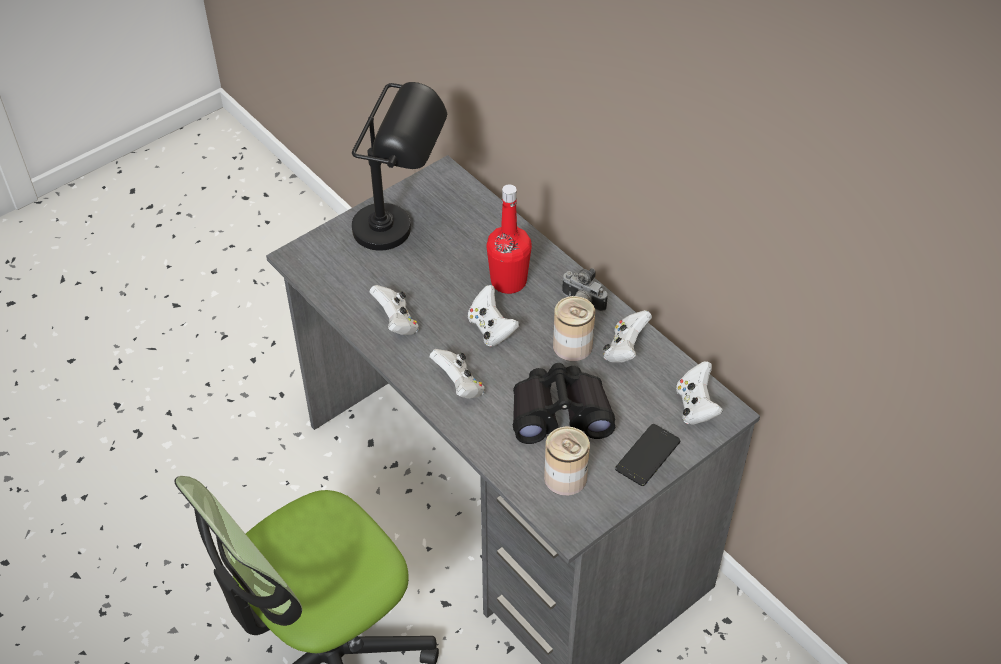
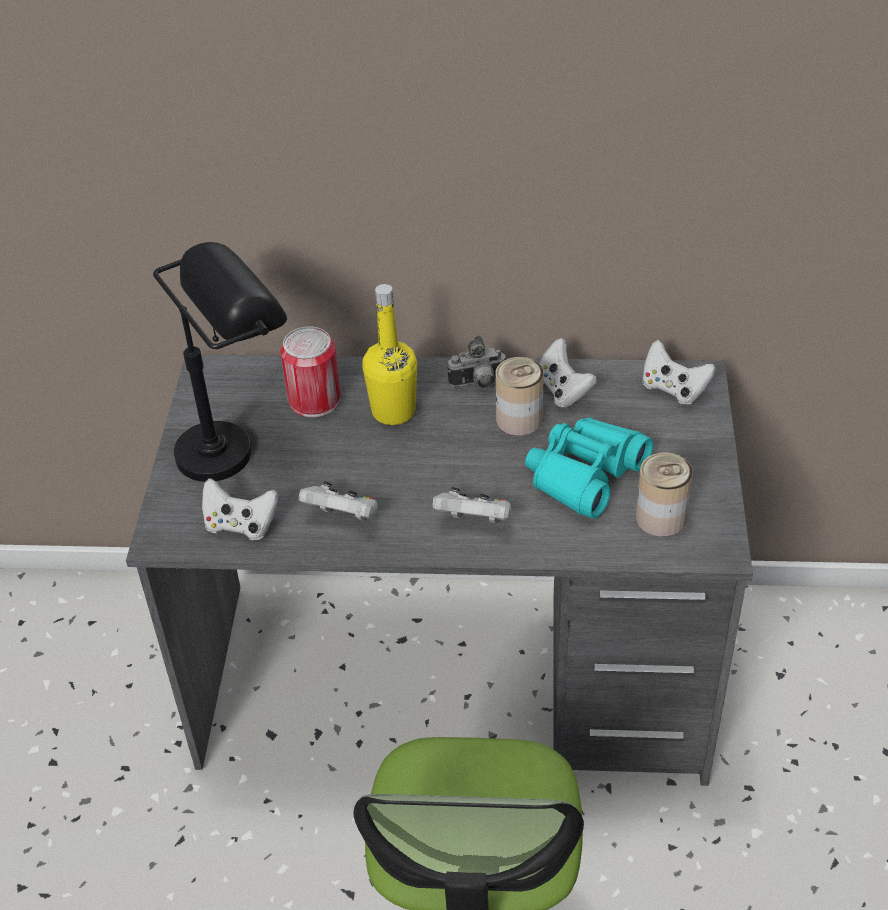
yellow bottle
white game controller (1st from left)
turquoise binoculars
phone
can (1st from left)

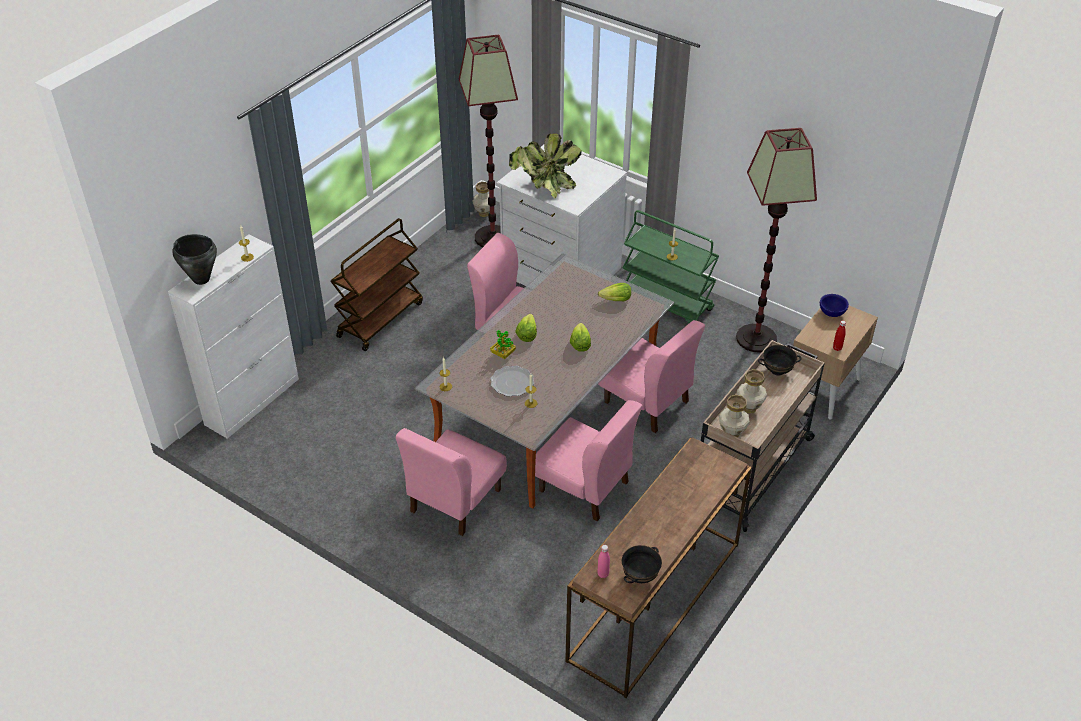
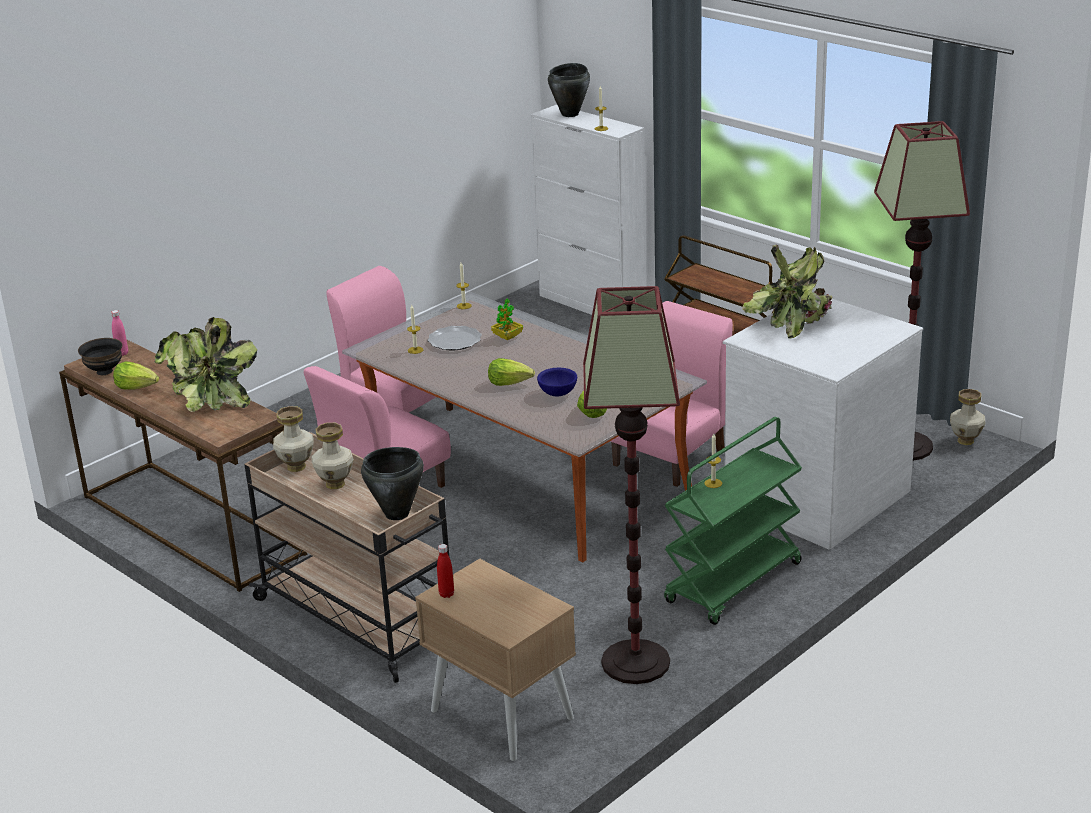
blue bowl
lettuce (1st from left)
pink chair (4th from left in the first image)
black cooking pot (1st from left)
potted plant (1st from left)

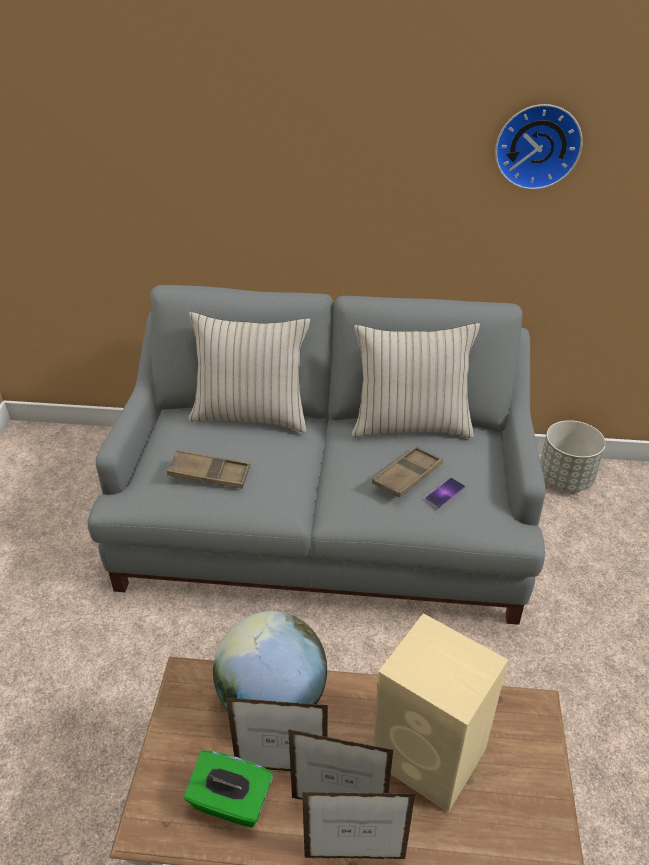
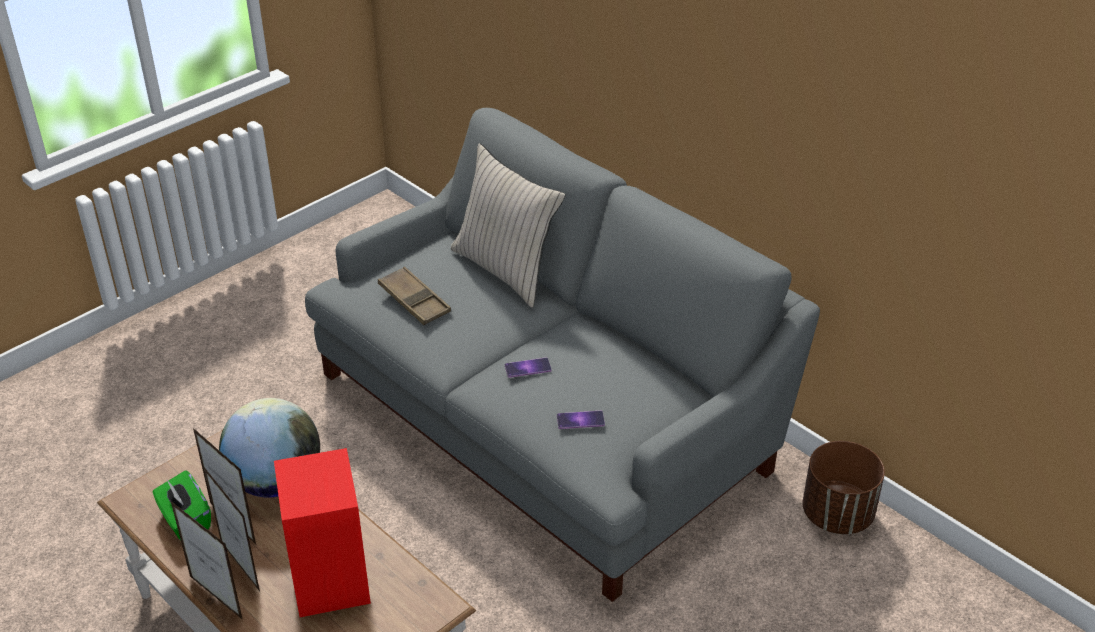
wall clock
beige pillow (2nd from left in the first image)
brown planter
brown tray (2nd from left in the first image)
red speaker
phone (1st from left)

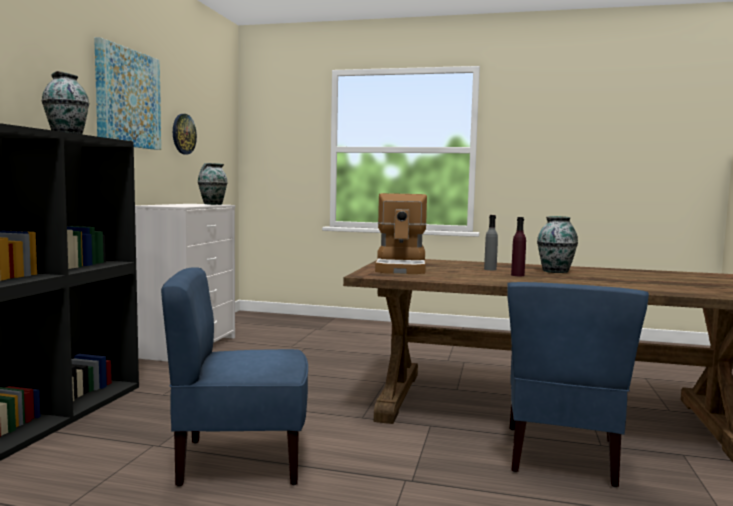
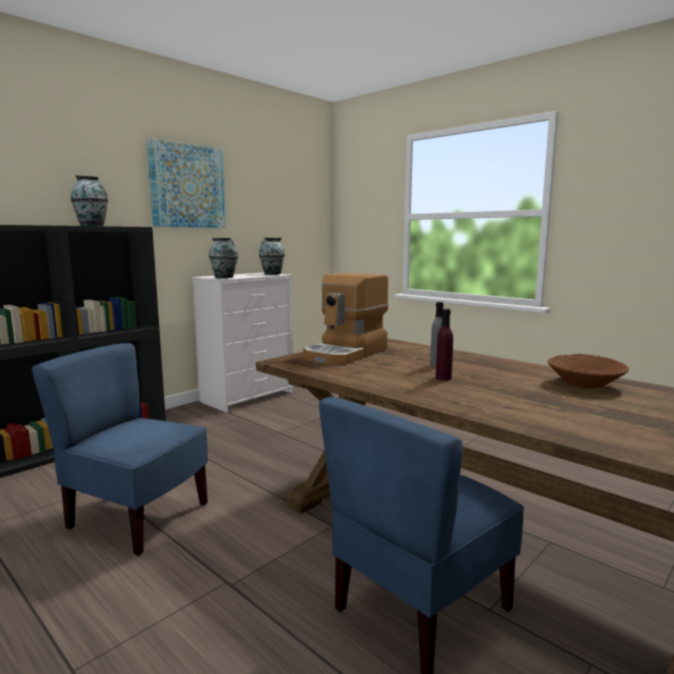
wall clock
vase (2nd from left)
brown bowl

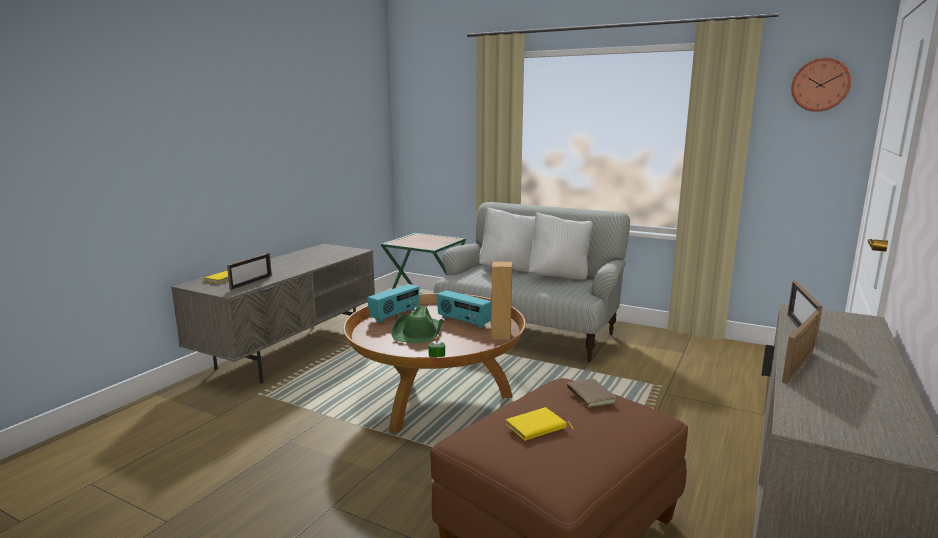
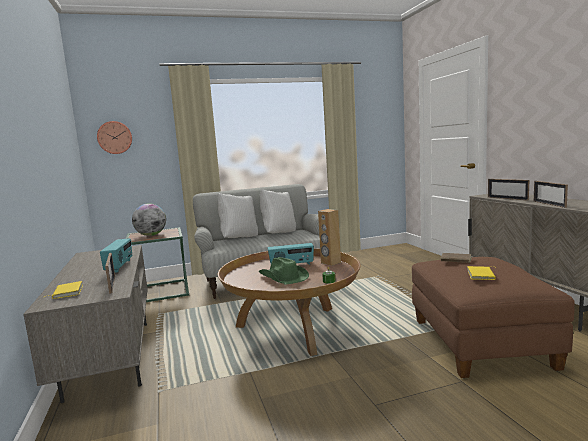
wall clock
radio (1st from left)
globe

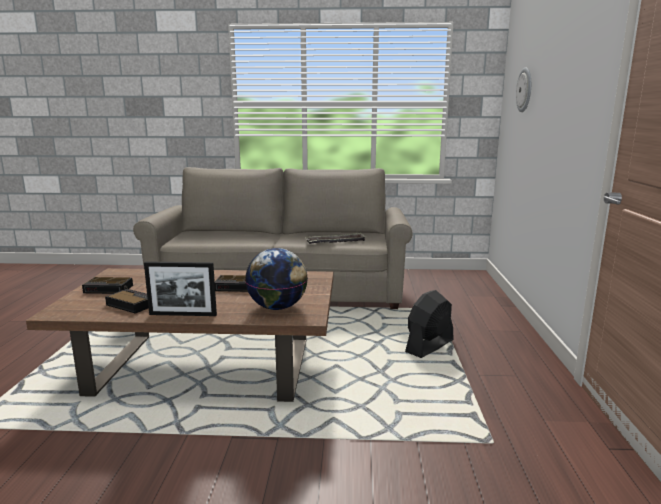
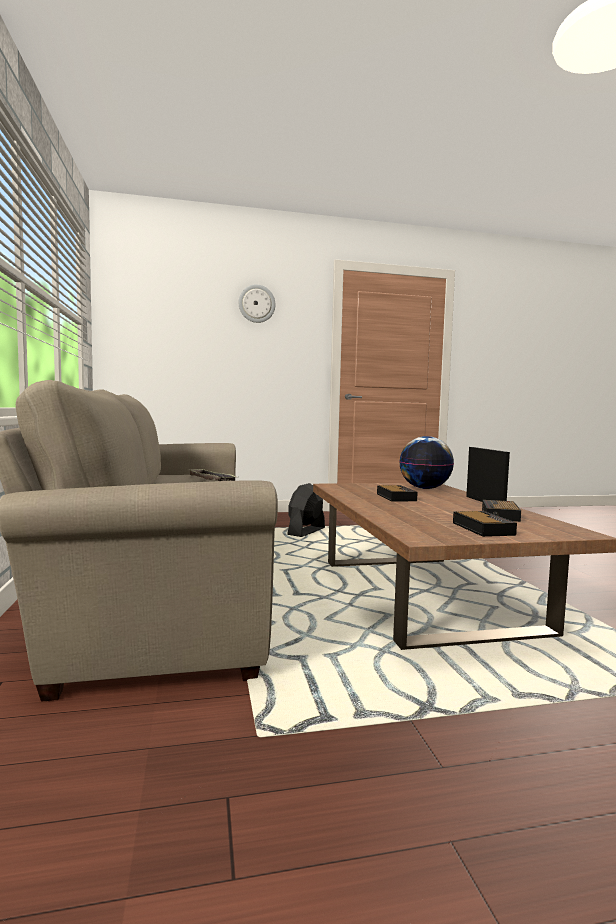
wall clock
black fan

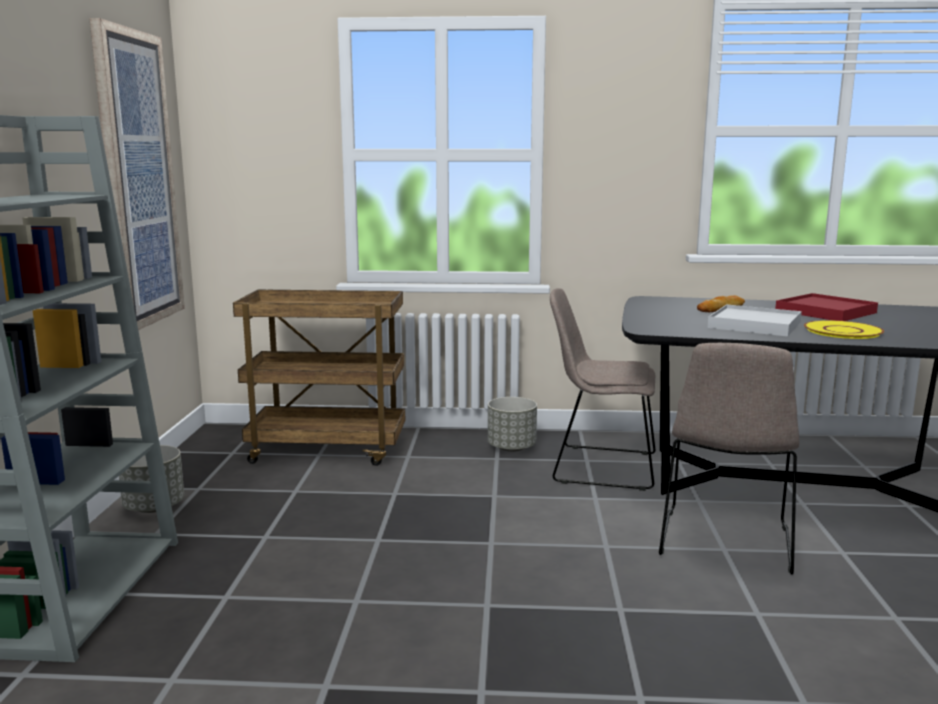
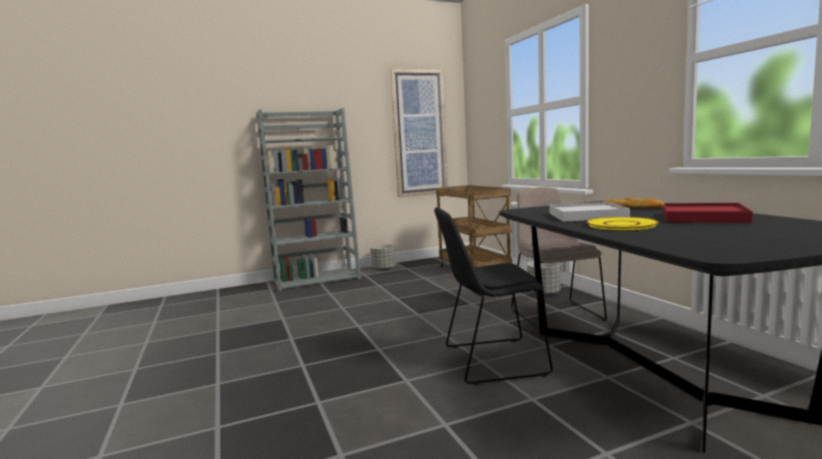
black chair

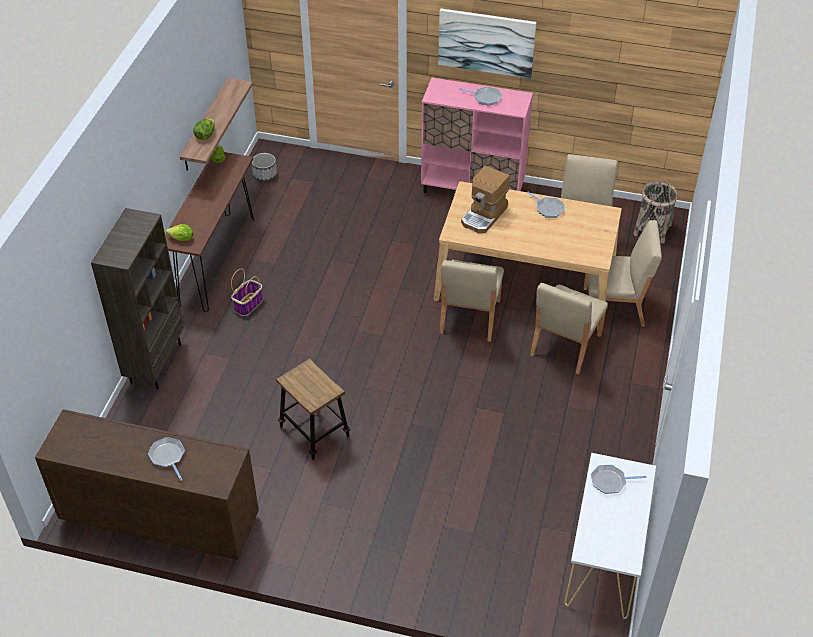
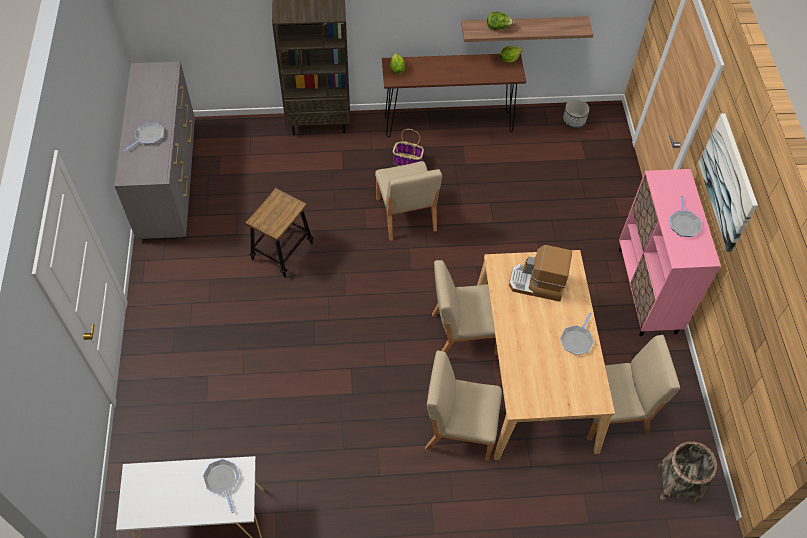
beige chair (1st from left)
grey dresser

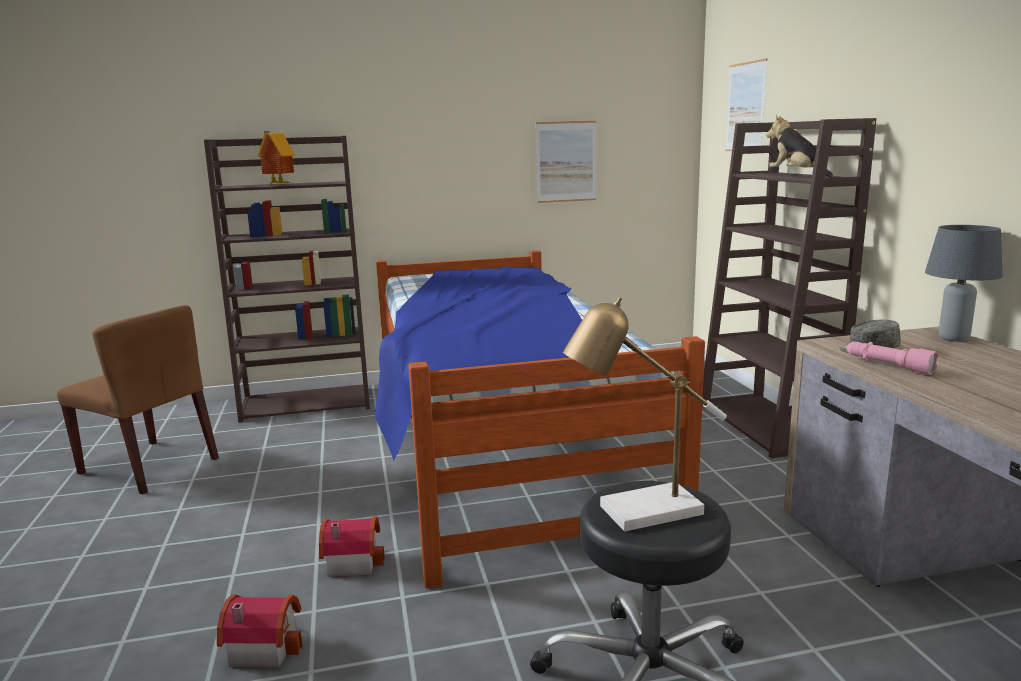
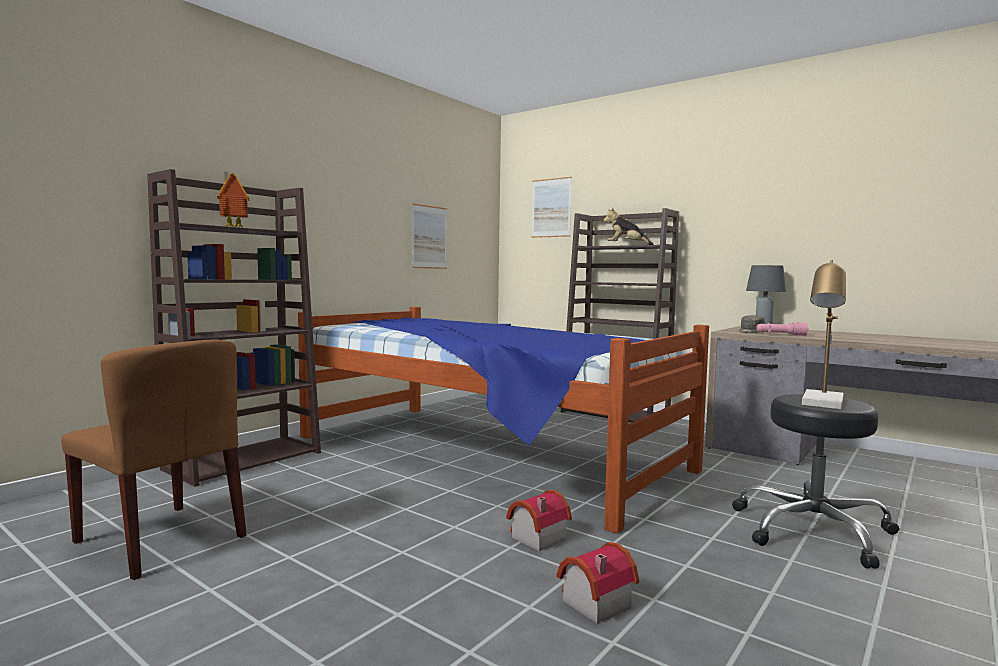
brown chair

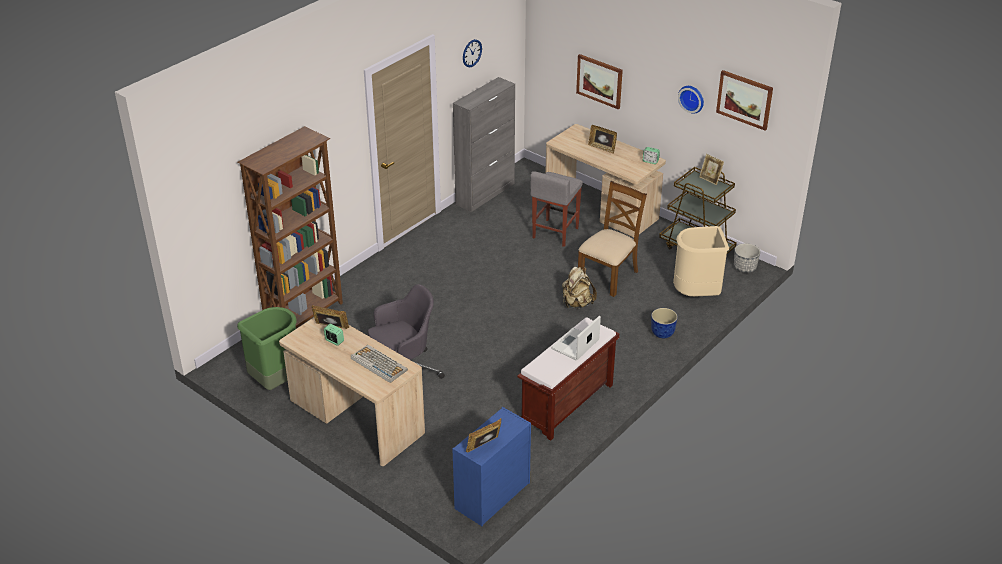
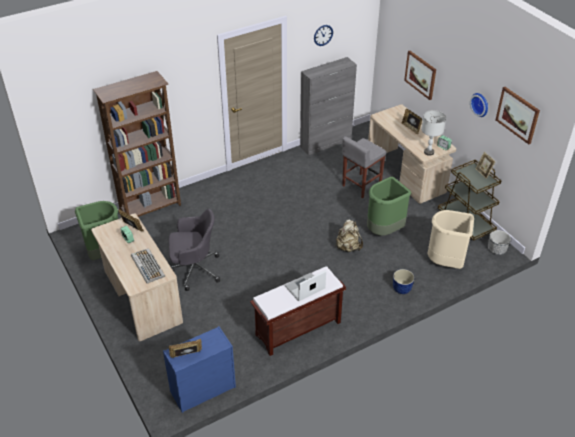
green trash can (2nd from left)
grey table lamp

